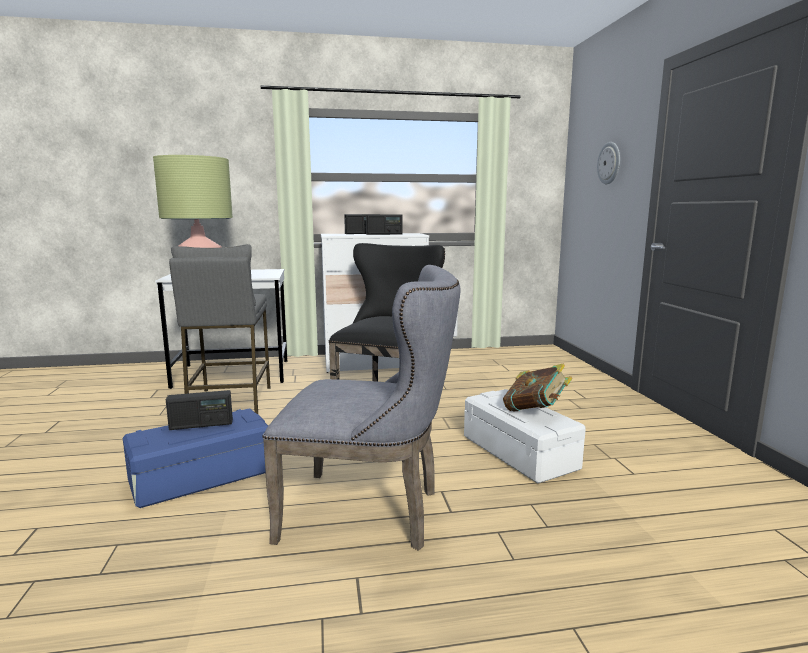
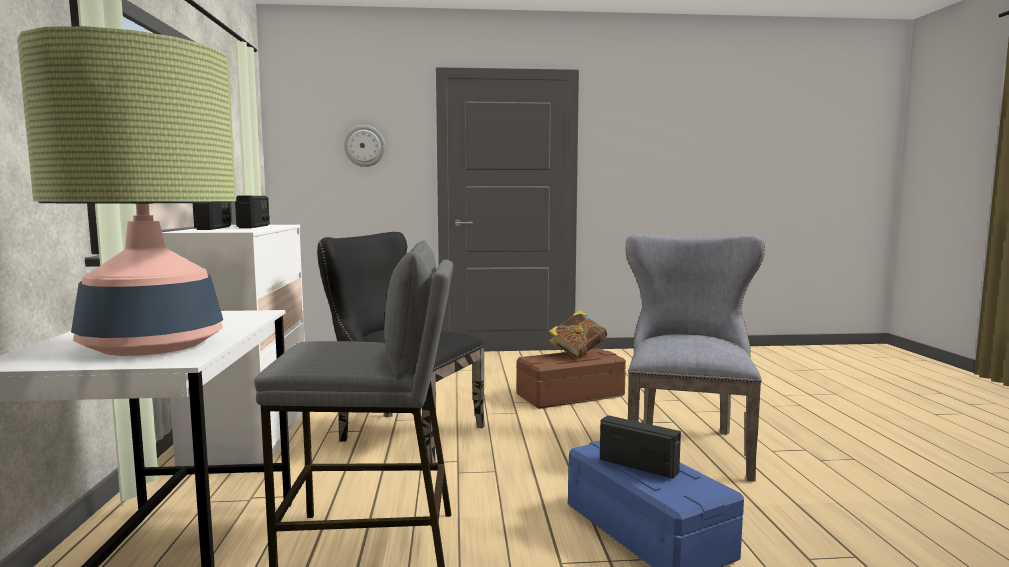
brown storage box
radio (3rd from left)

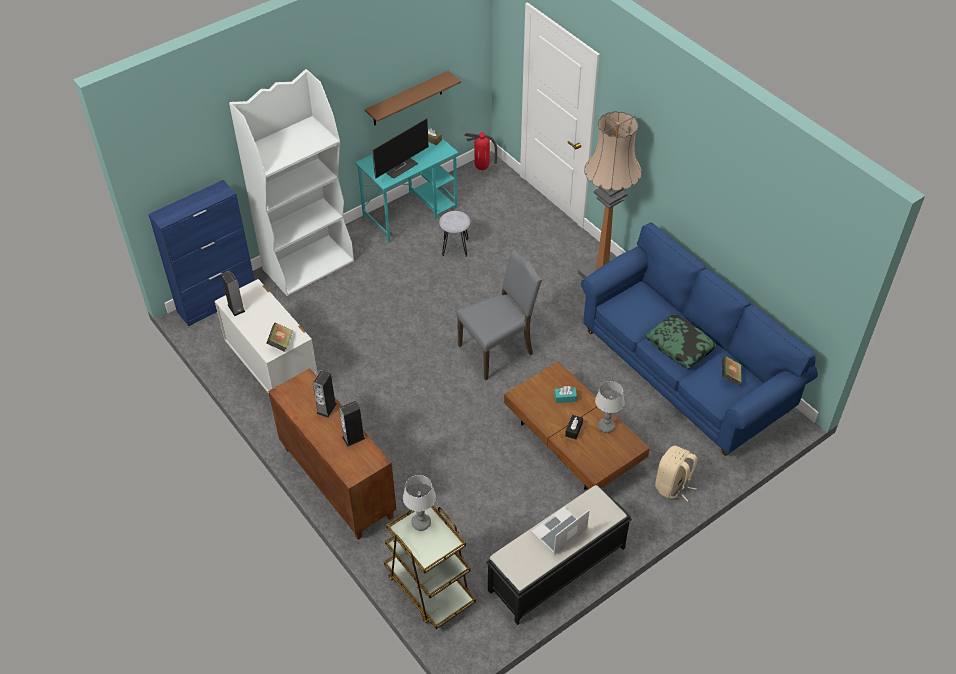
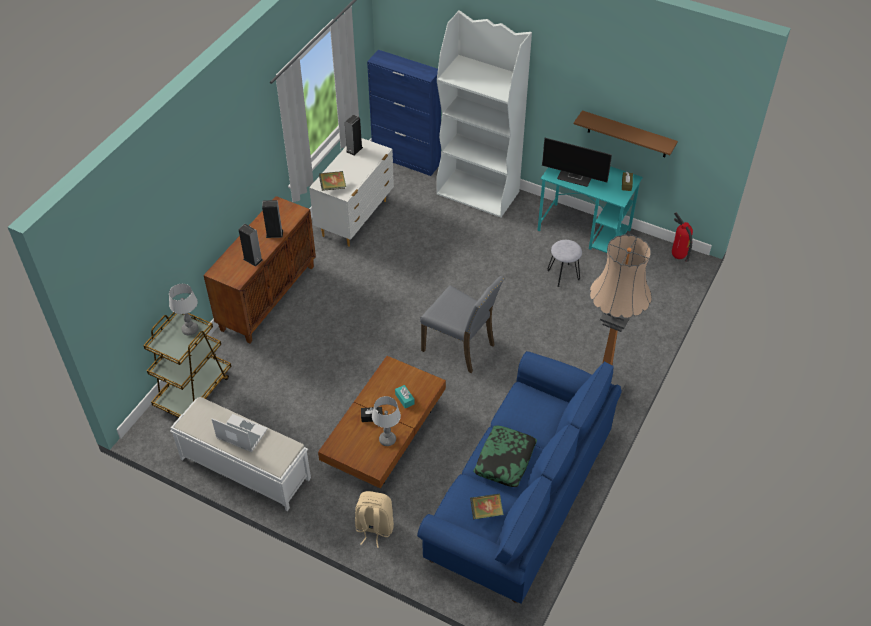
white bench

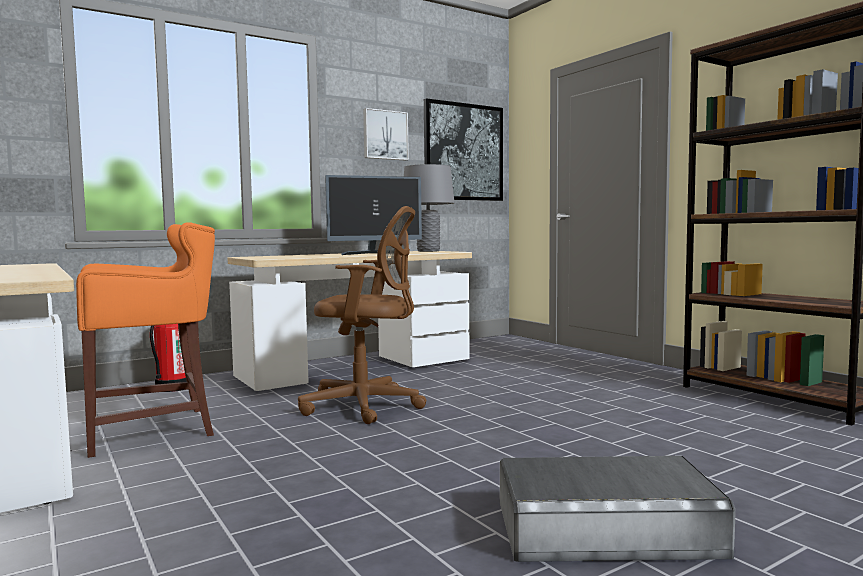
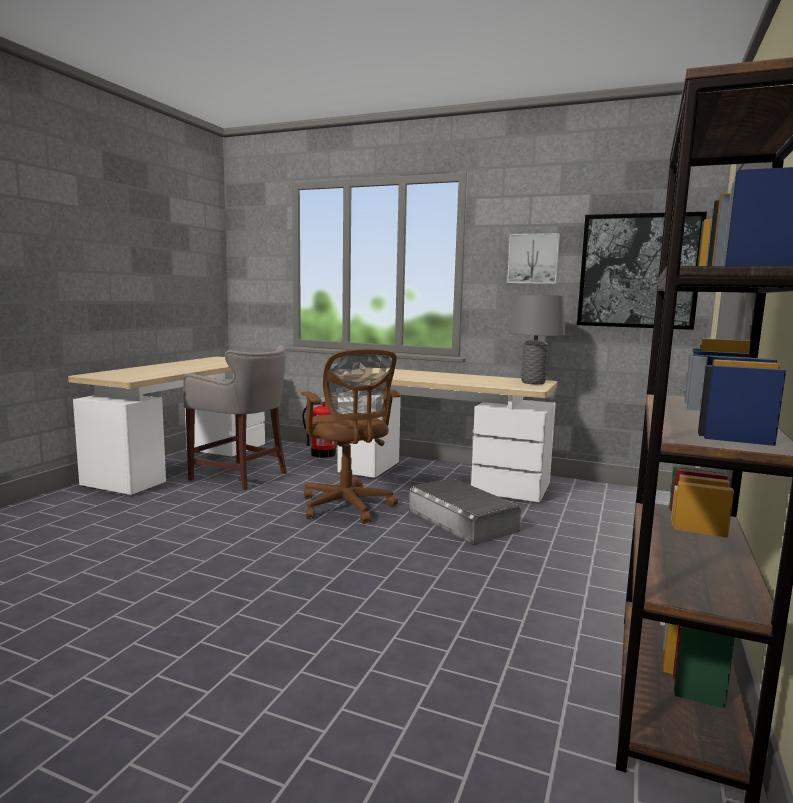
monitor
grey stool
grey storage box

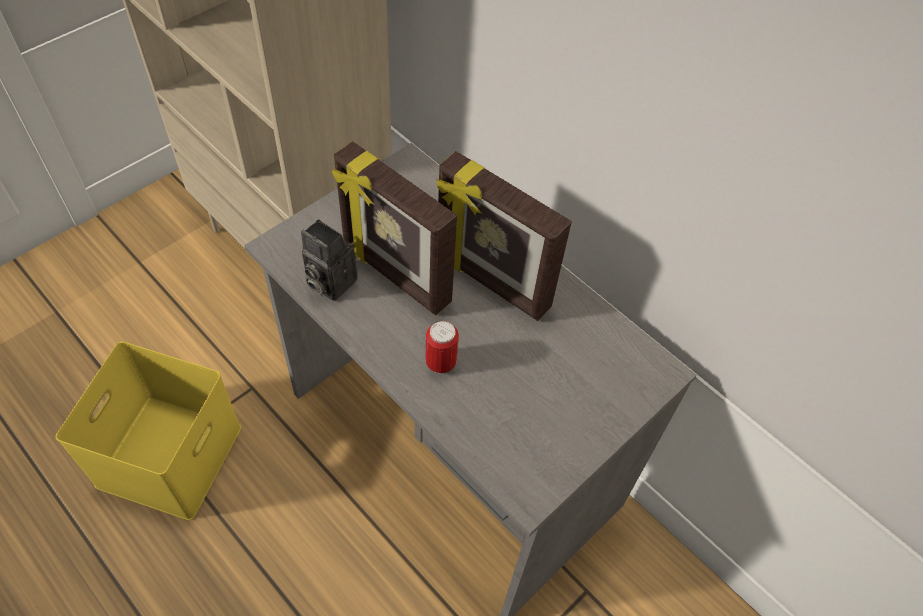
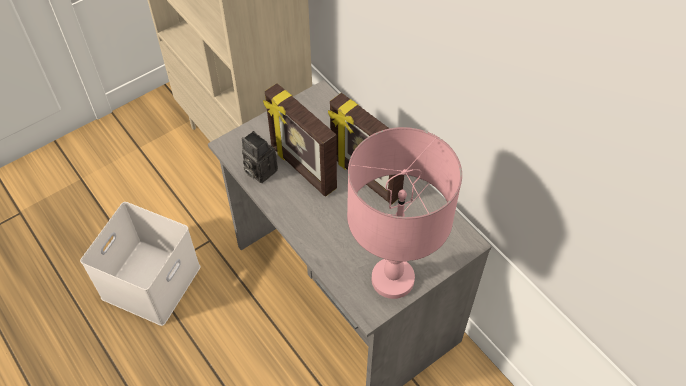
can
white storage box
pink table lamp

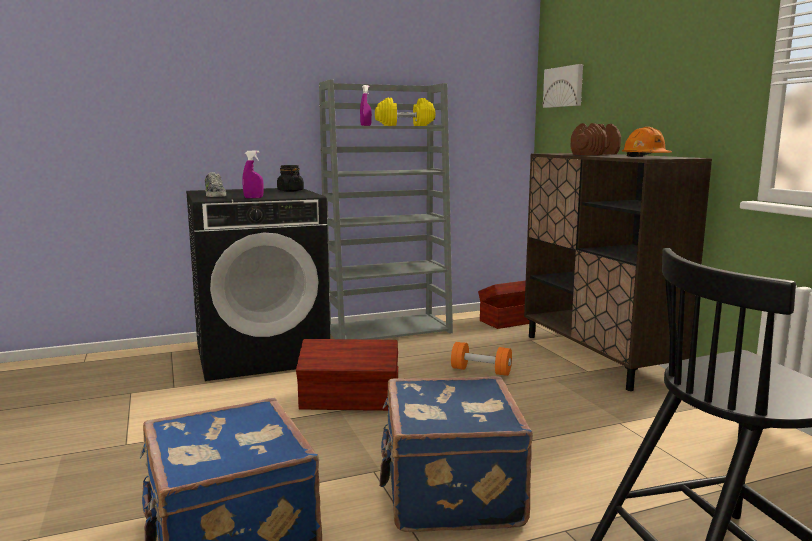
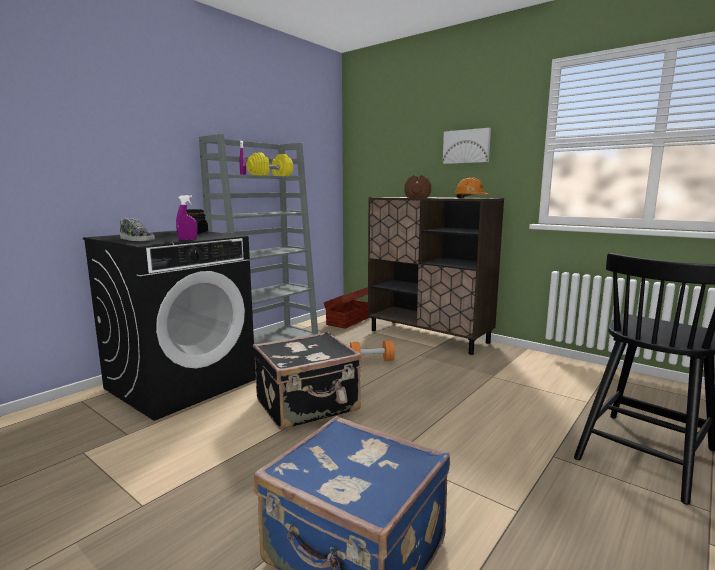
picture
black suitcase
blue suitcase (2nd from left in the first image)

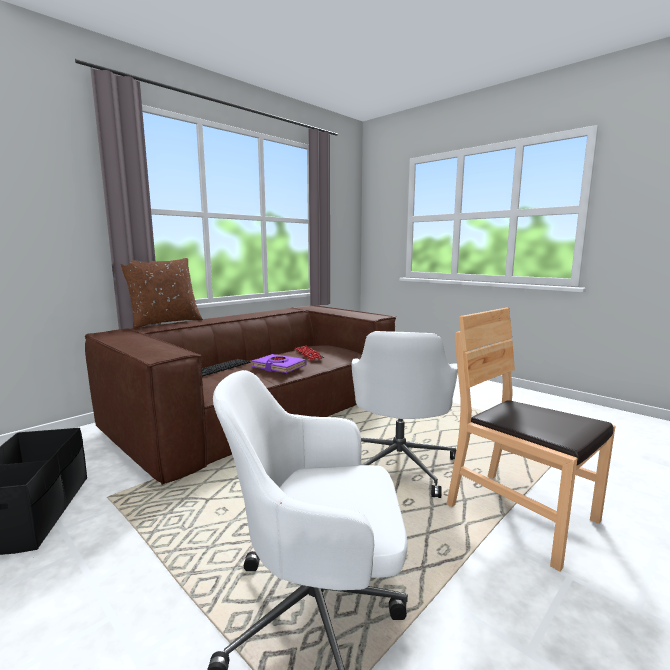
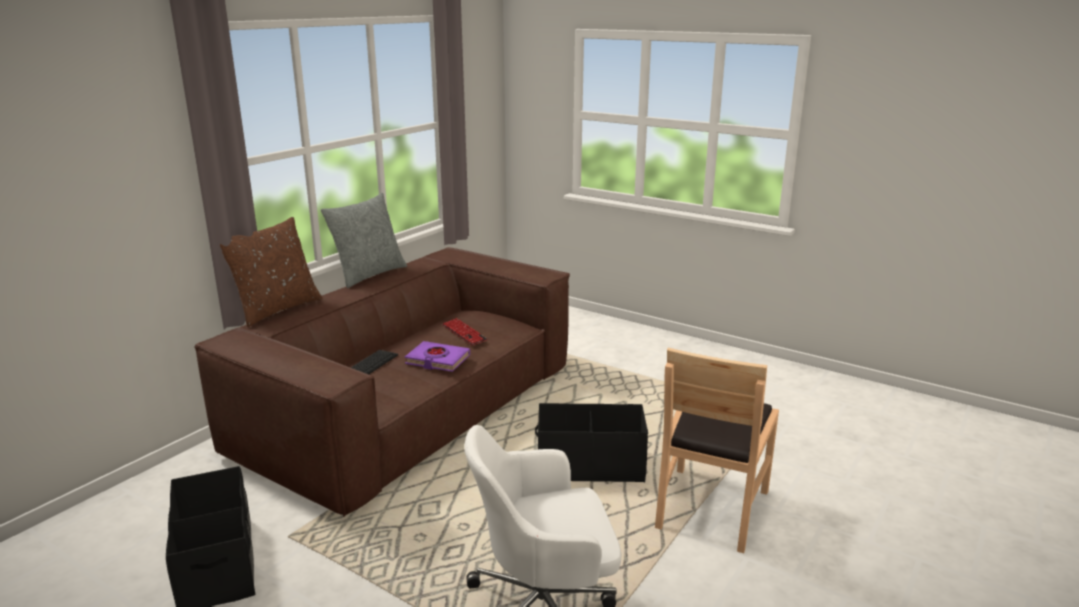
brown chair
black storage box (2nd from left)
grey pillow

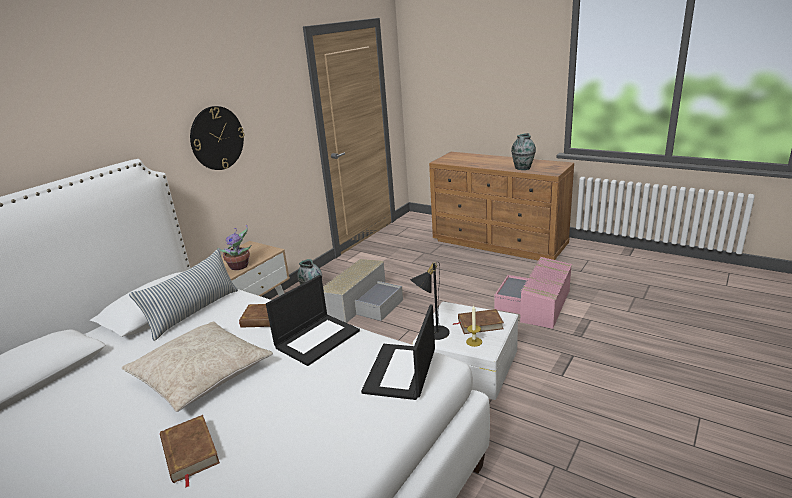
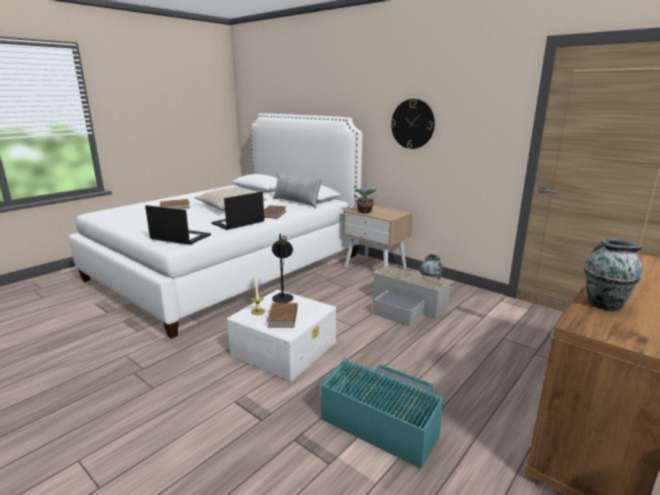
turquoise storage box
laptop (2nd from left)

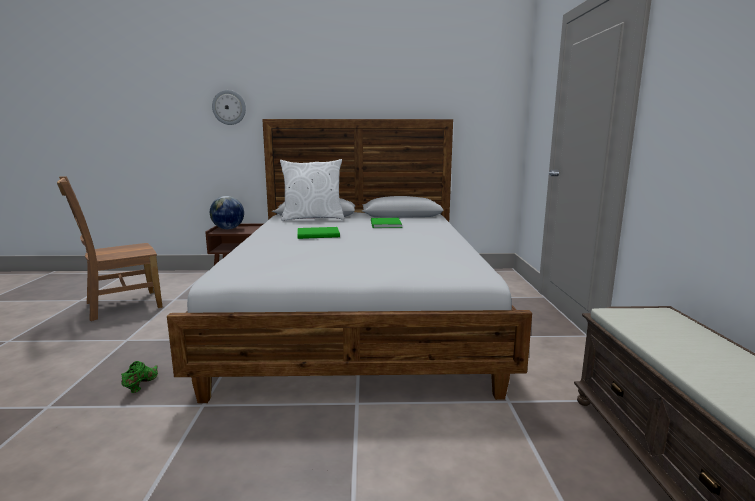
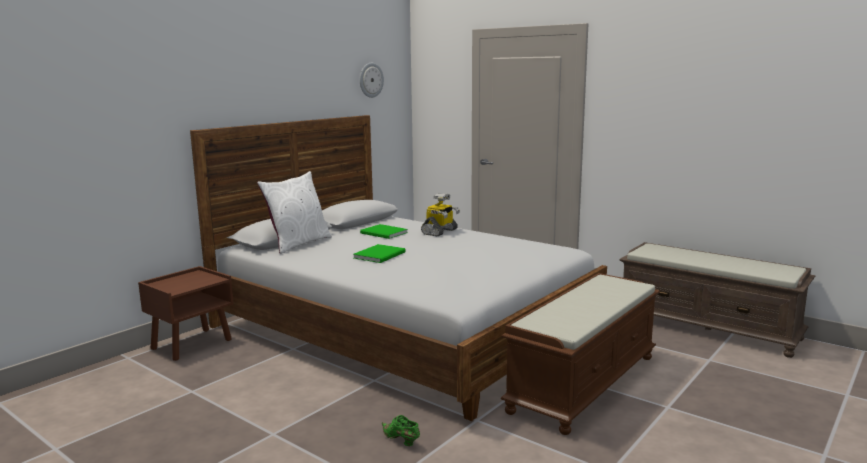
wall clock
brown chair
globe
toy robot
brown bench (1st from left)

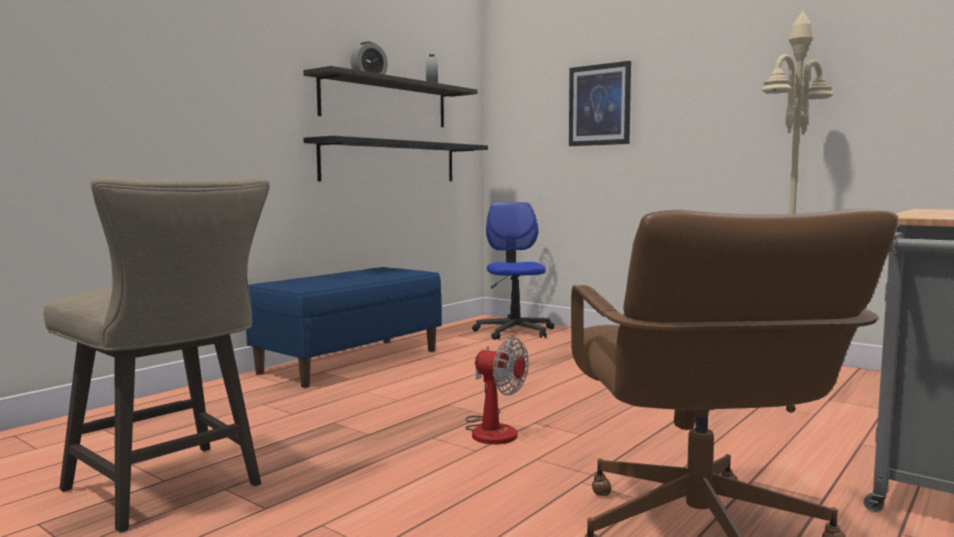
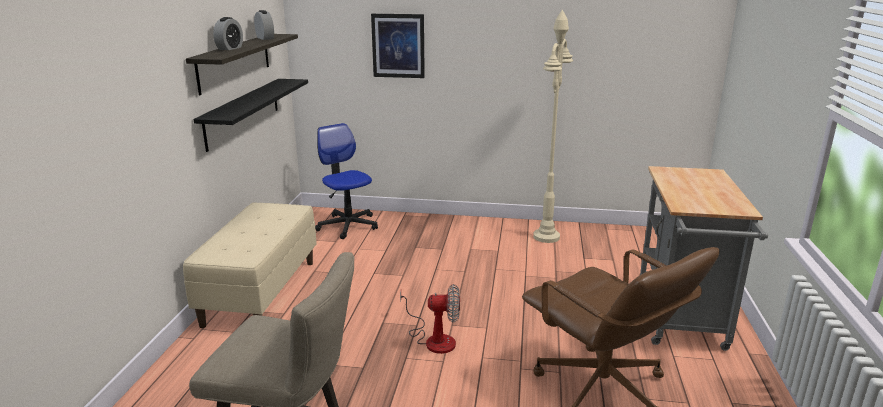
beige bench

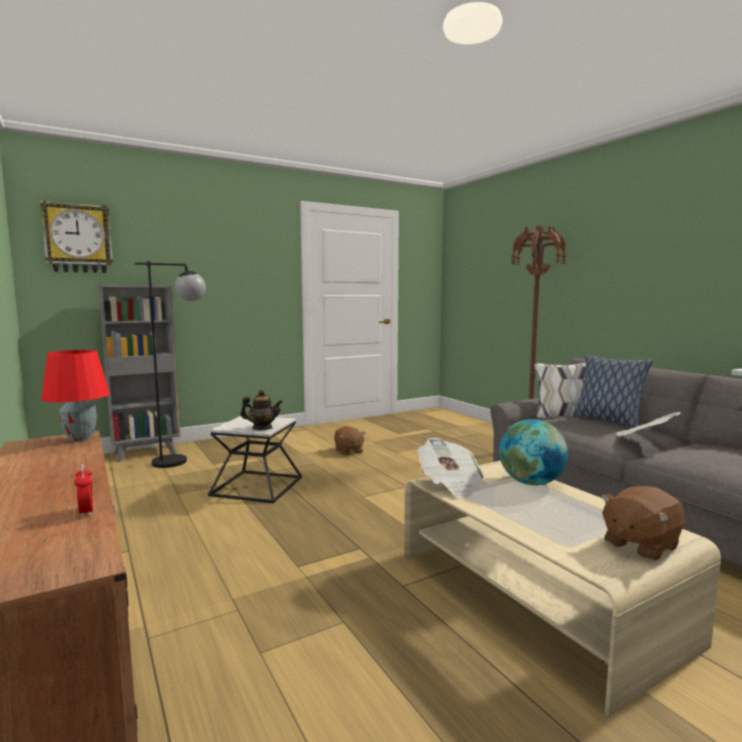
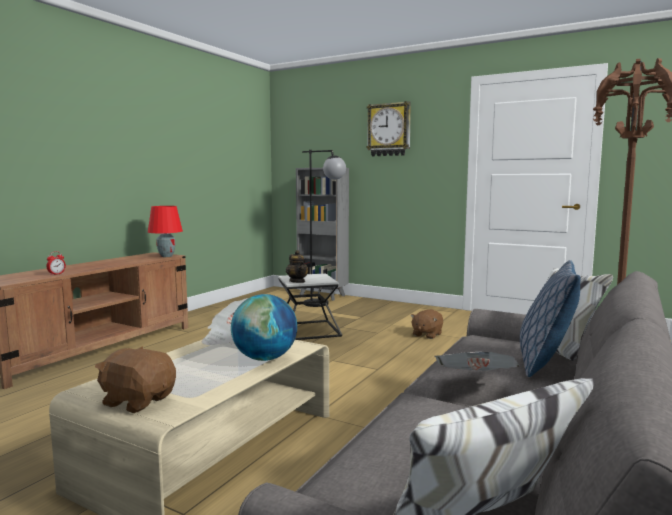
wall clock

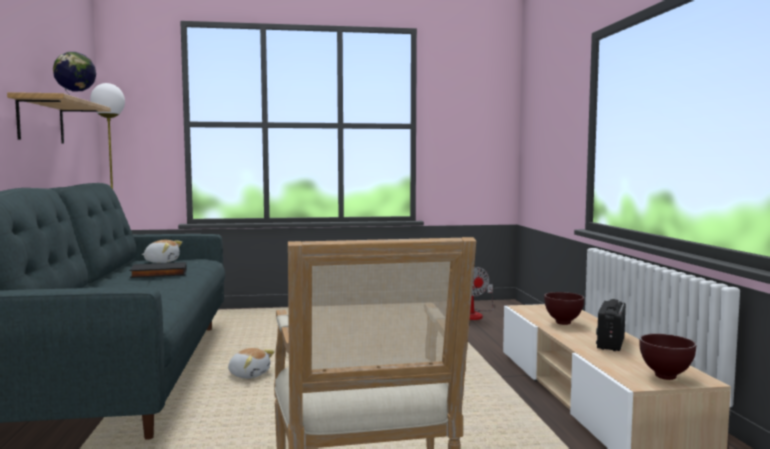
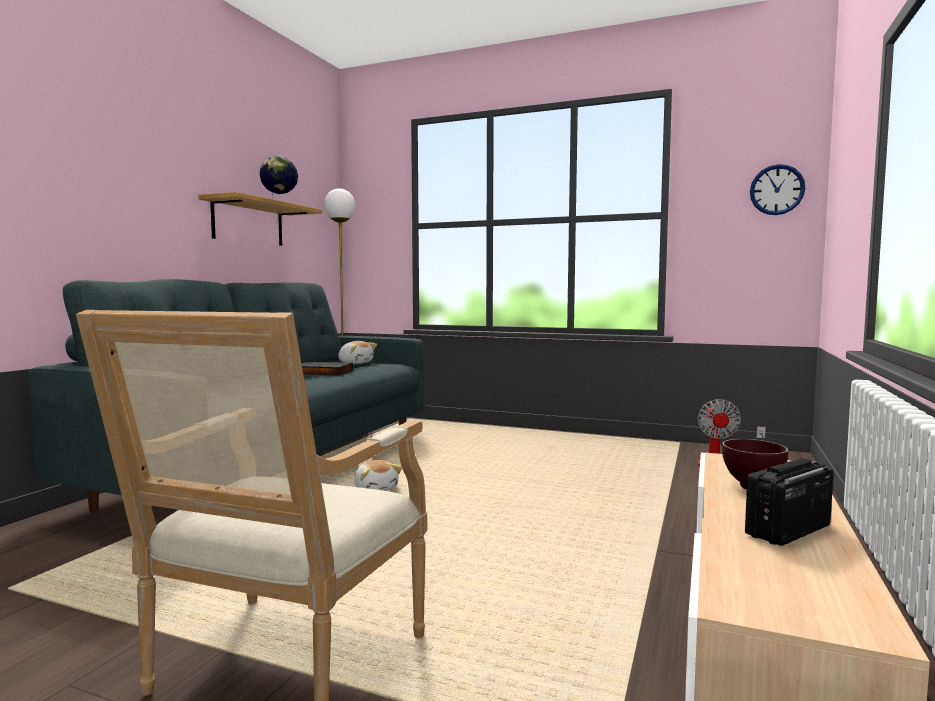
brown bowl (2nd from left in the first image)
wall clock

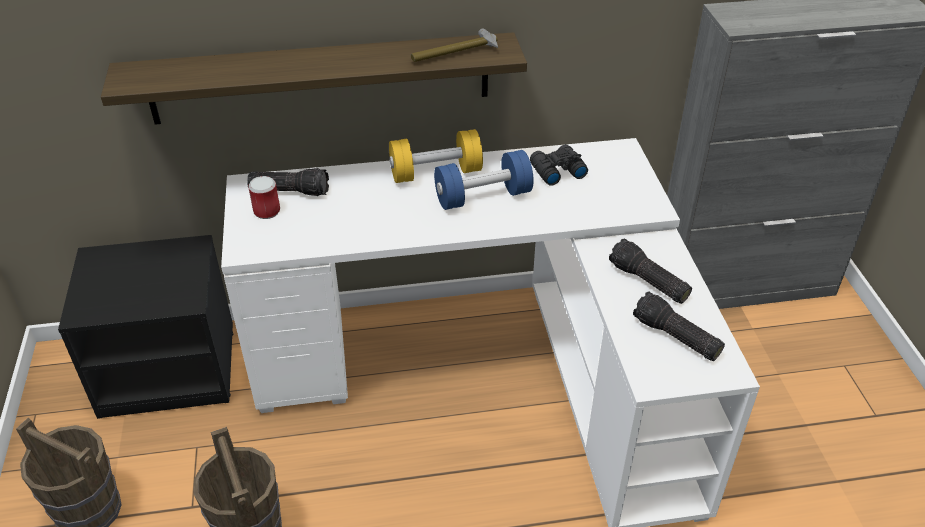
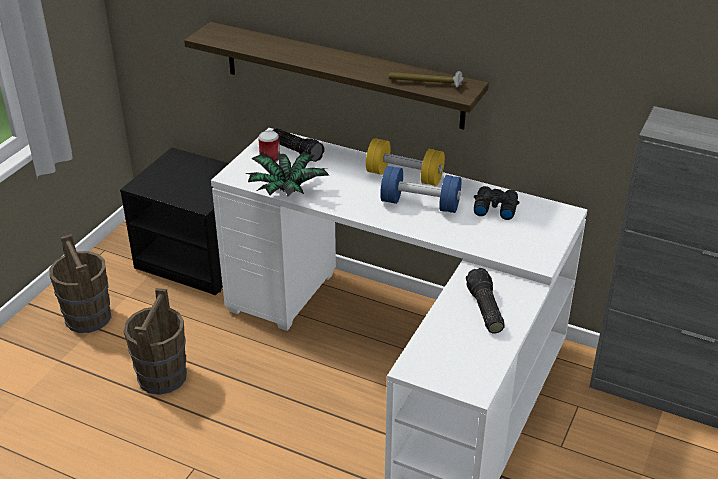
flashlight (3rd from left in the first image)
potted plant

